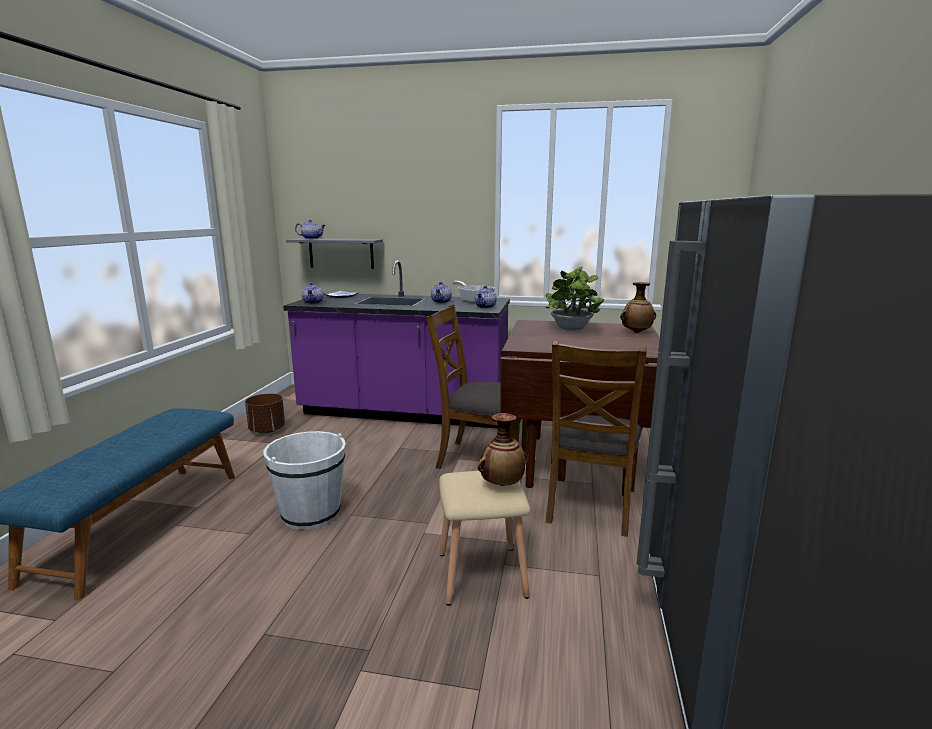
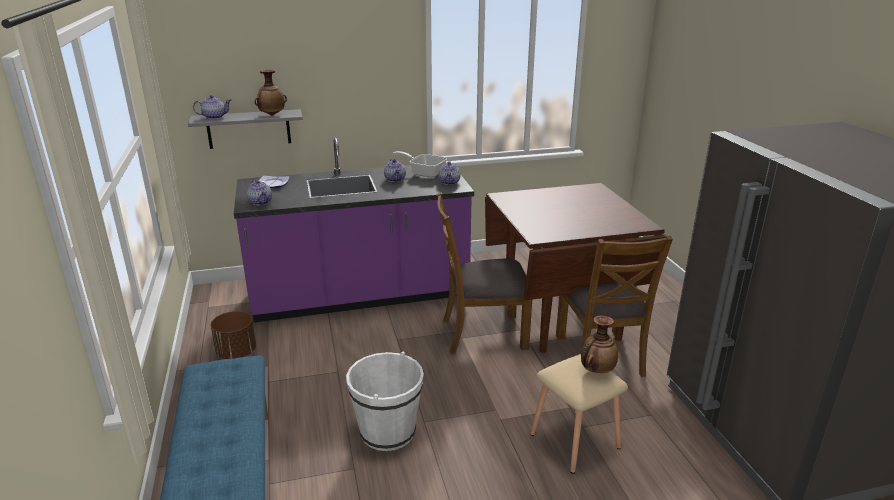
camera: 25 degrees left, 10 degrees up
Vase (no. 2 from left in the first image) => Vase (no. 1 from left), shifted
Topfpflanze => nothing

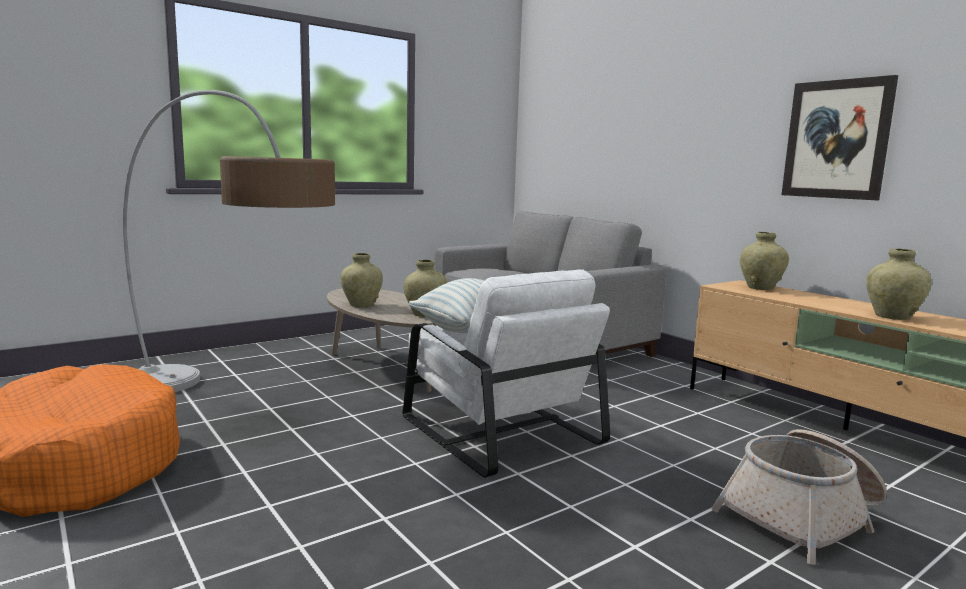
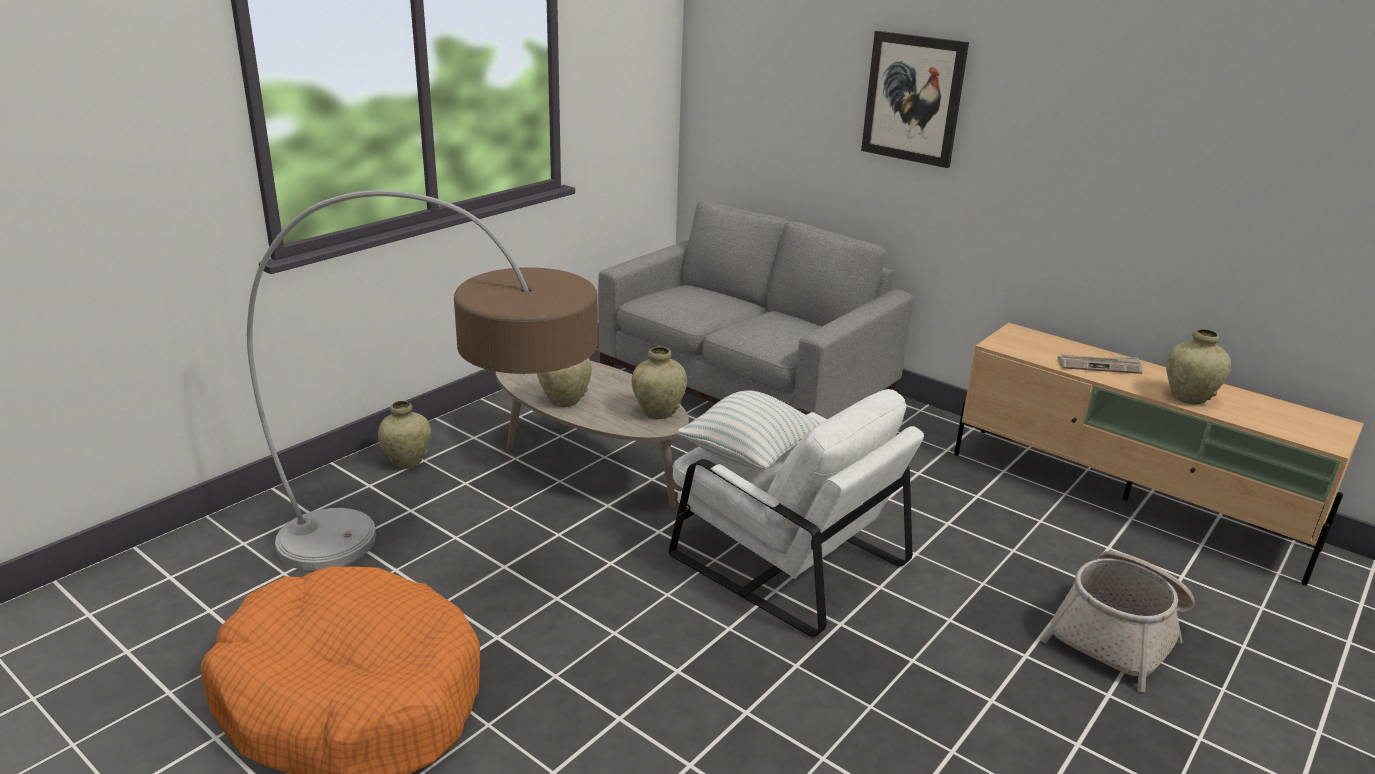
camera: 15 degrees left, 15 degrees up
Vase (beige) (no. 3 from left in the first image) => Vase (beige) (no. 1 from left), shifted
Bild, shifted
nothing => Zeitung

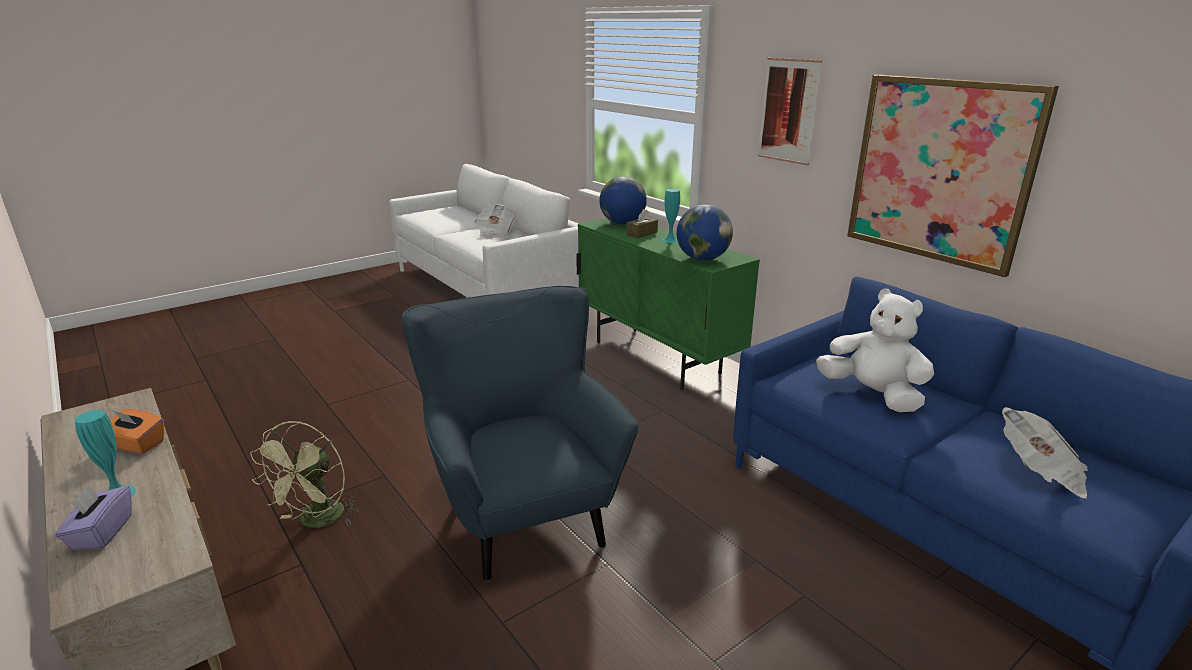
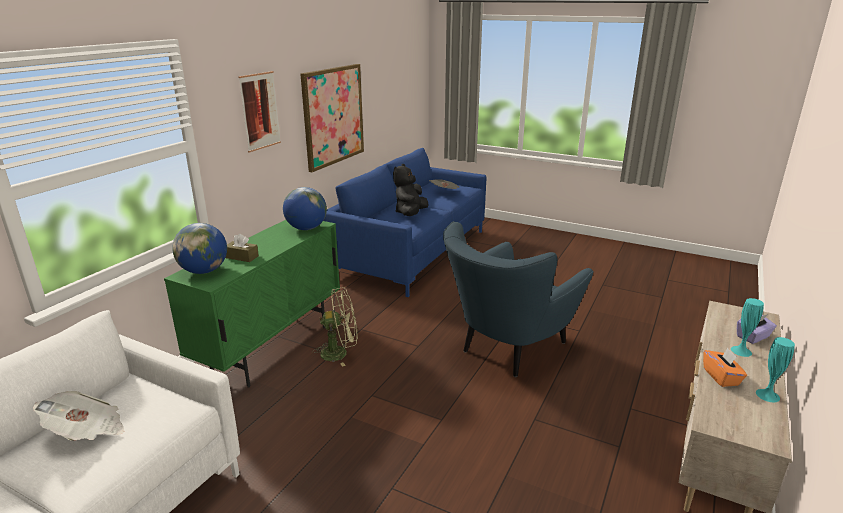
camera: 115 degrees left, 0 degrees up
Ventilator (grün), shifted
Plüschtier (weiß) => Plüschtier (schwarz)
Vase (türkis) (no. 2 from left), shifted

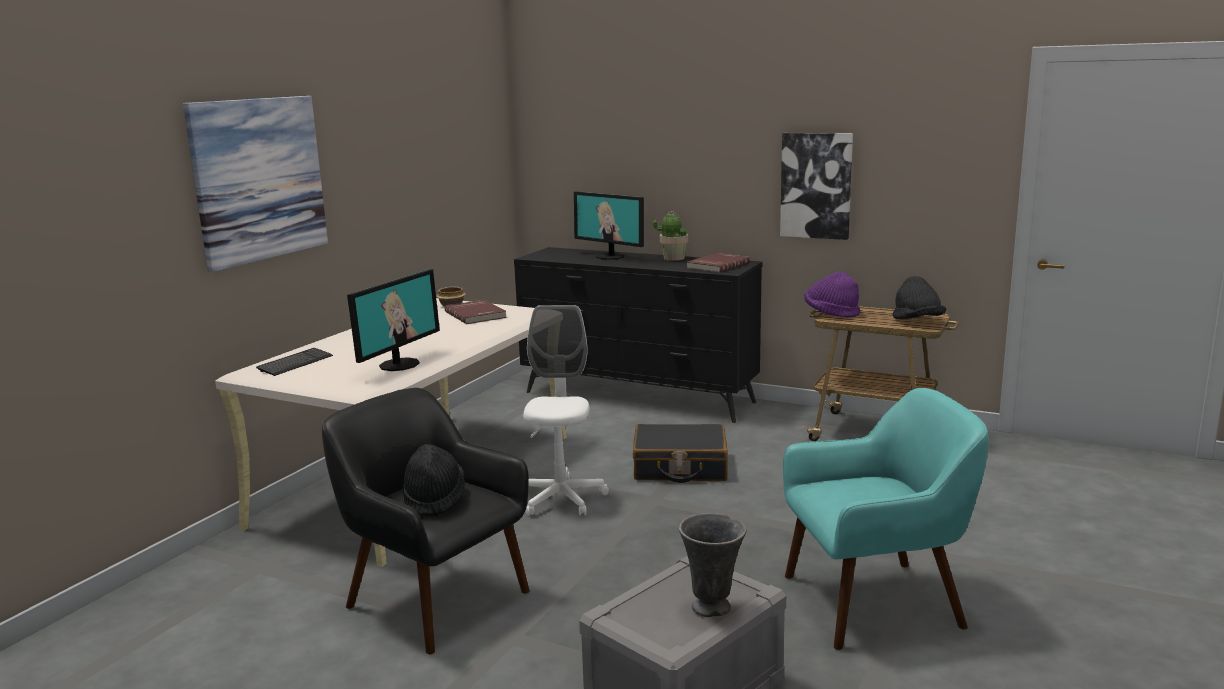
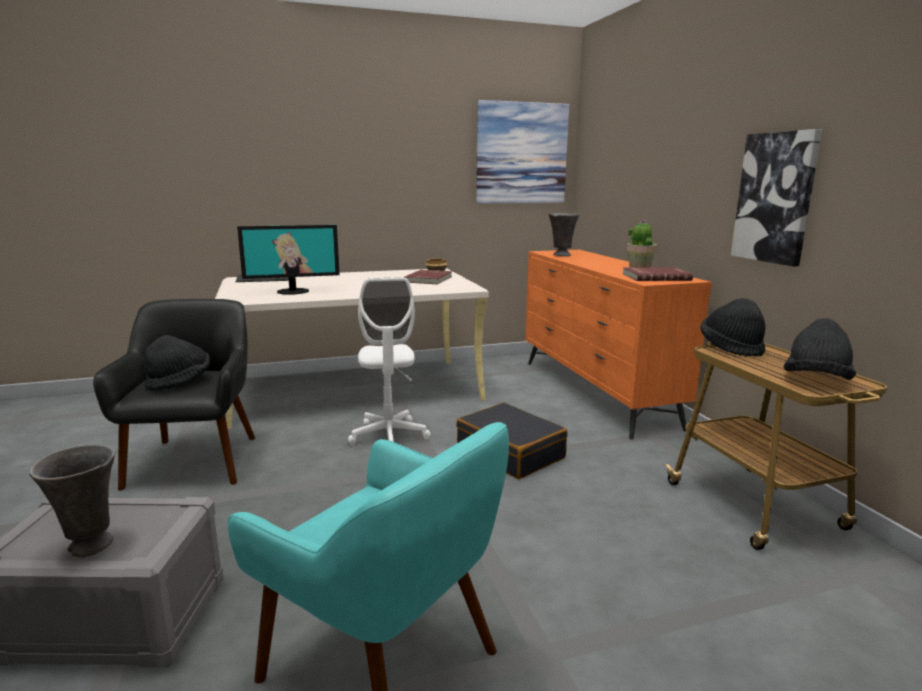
camera: 45 degrees right, 0 degrees up
Bürostuhl (weiß), 120 degrees clockwise
Bild (no. 1 from left), shifted
Kommode (schwarz) => Kommode (orange)
nothing => Vase (grau) (no. 2 from left)
Hut (lila) => Hut (schwarz) (no. 2 from left)
Monitor (no. 2 from left) => nothing

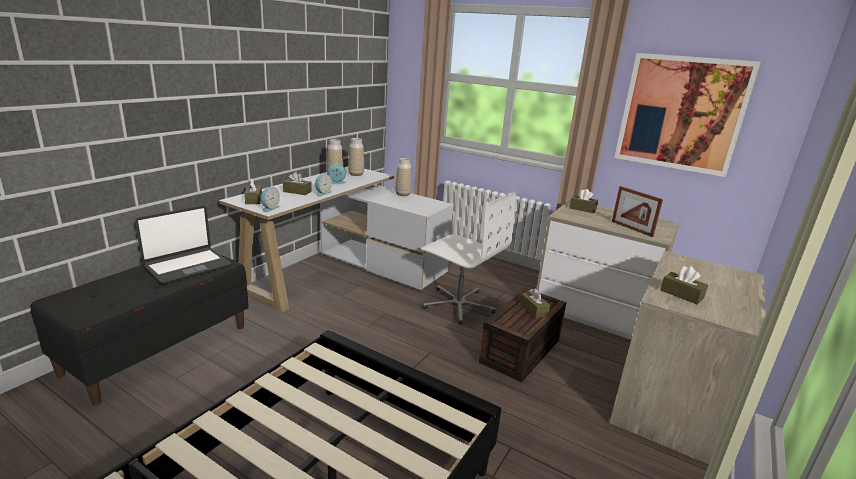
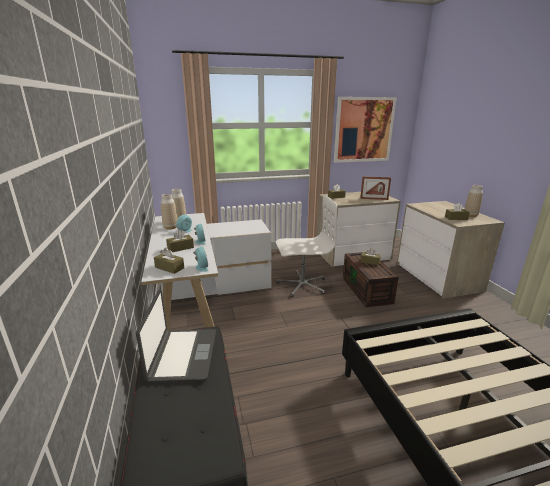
camera: 45 degrees left, 0 degrees up
Vase (no. 3 from left), shifted

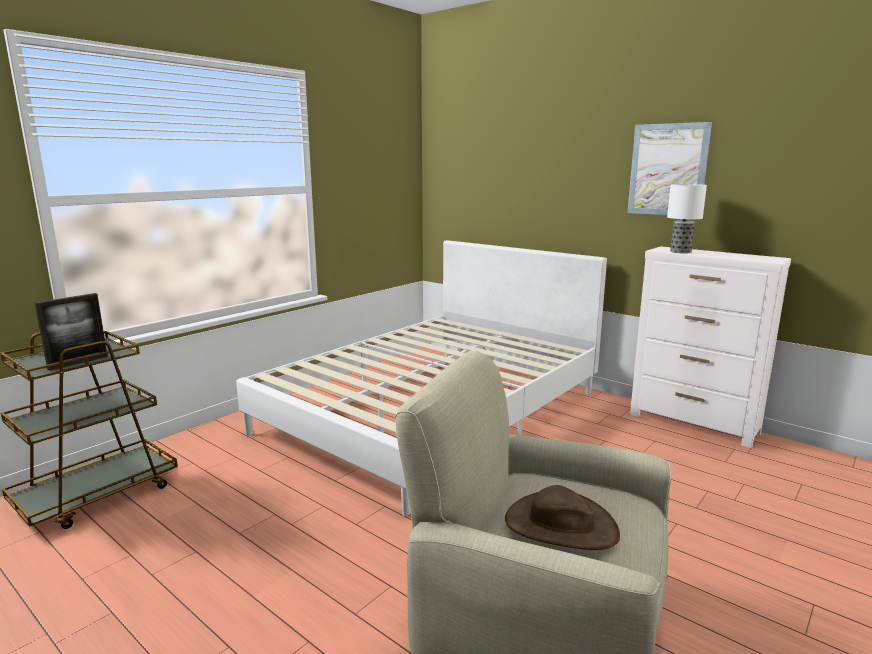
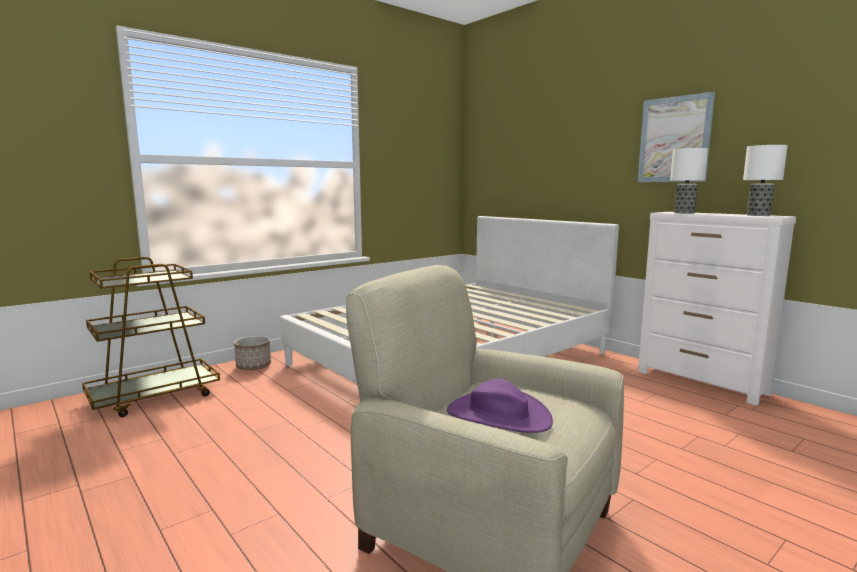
camera: 10 degrees right, 5 degrees down
nothing => Pflanzkübel
Hut (braun) => Hut (lila)
nothing => Tischlampe (no. 2 from left)
Bilderrahmen => nothing

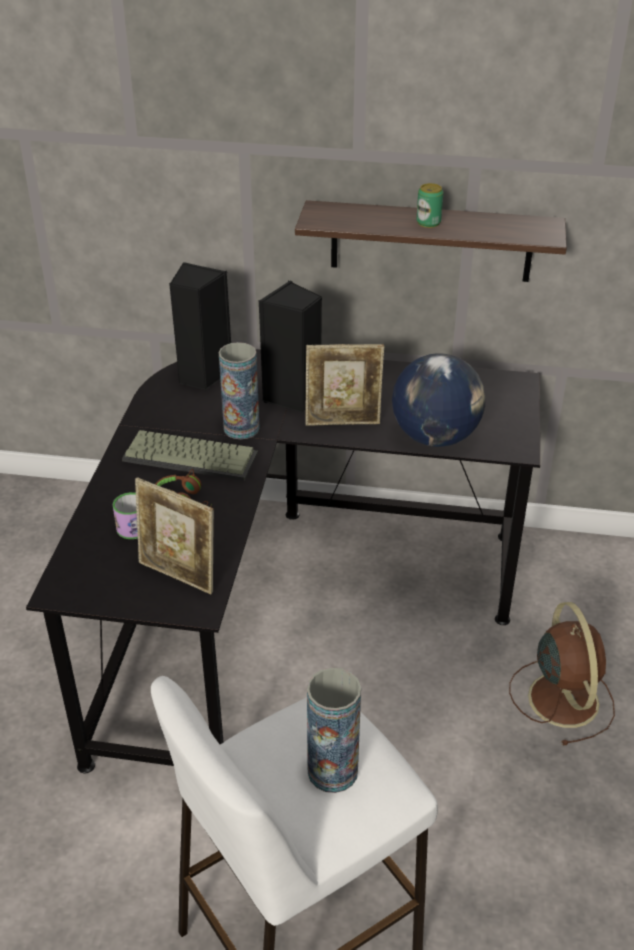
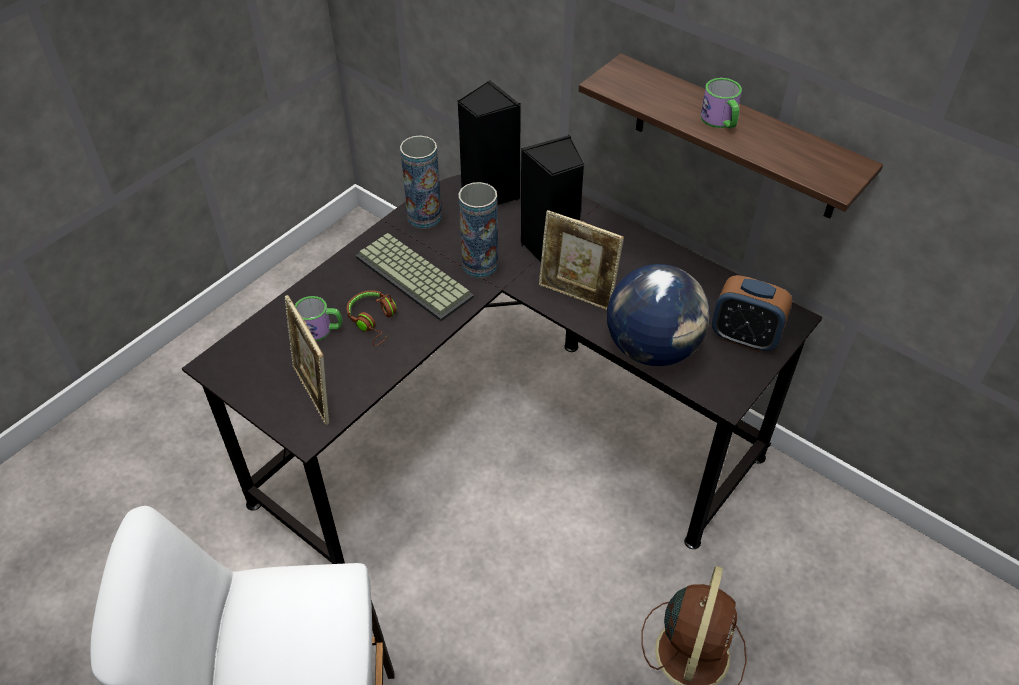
camera: 30 degrees right, 10 degrees up
Vase (no. 2 from left in the first image) => Vase (no. 1 from left), shifted
Dose => Henkelbecher (no. 2 from left)
nothing => Wecker

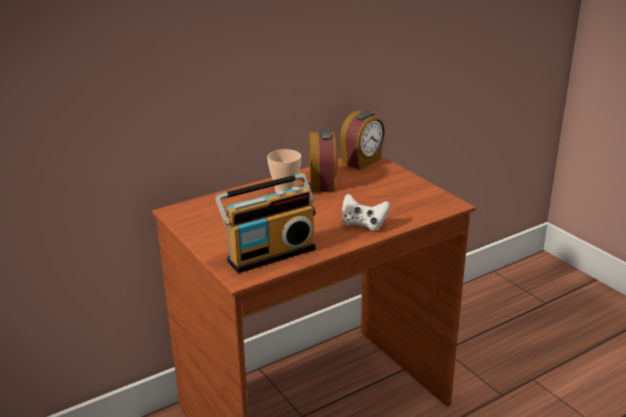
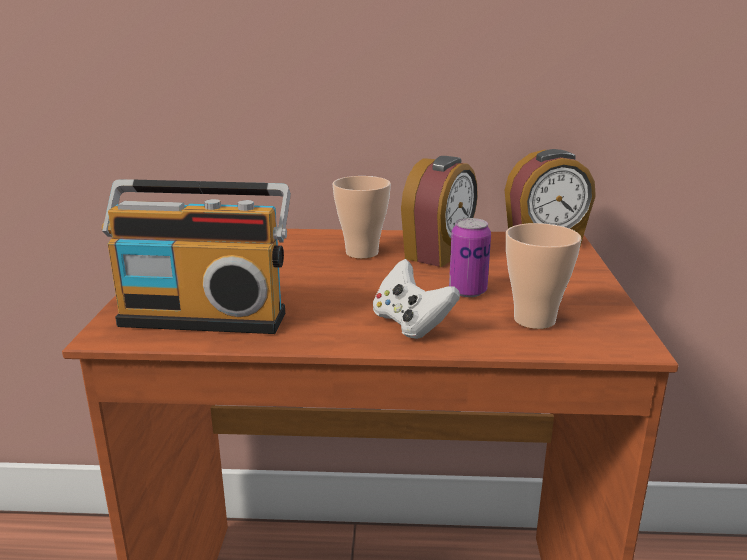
camera: 35 degrees right, 5 degrees down
nothing => Dose
nothing => Tasse (no. 2 from left)

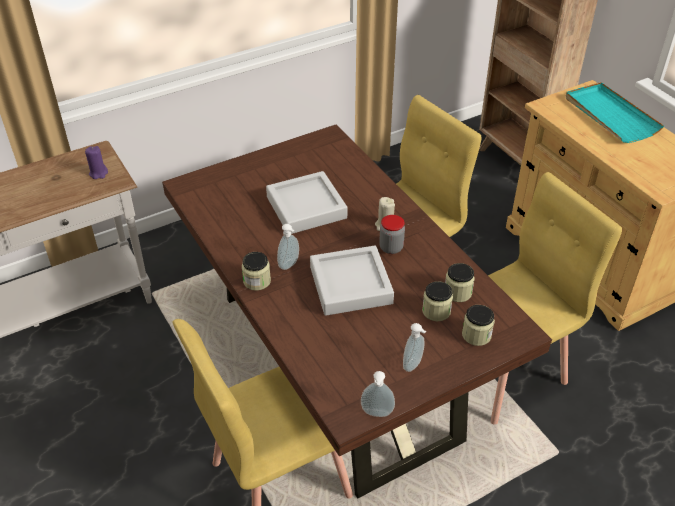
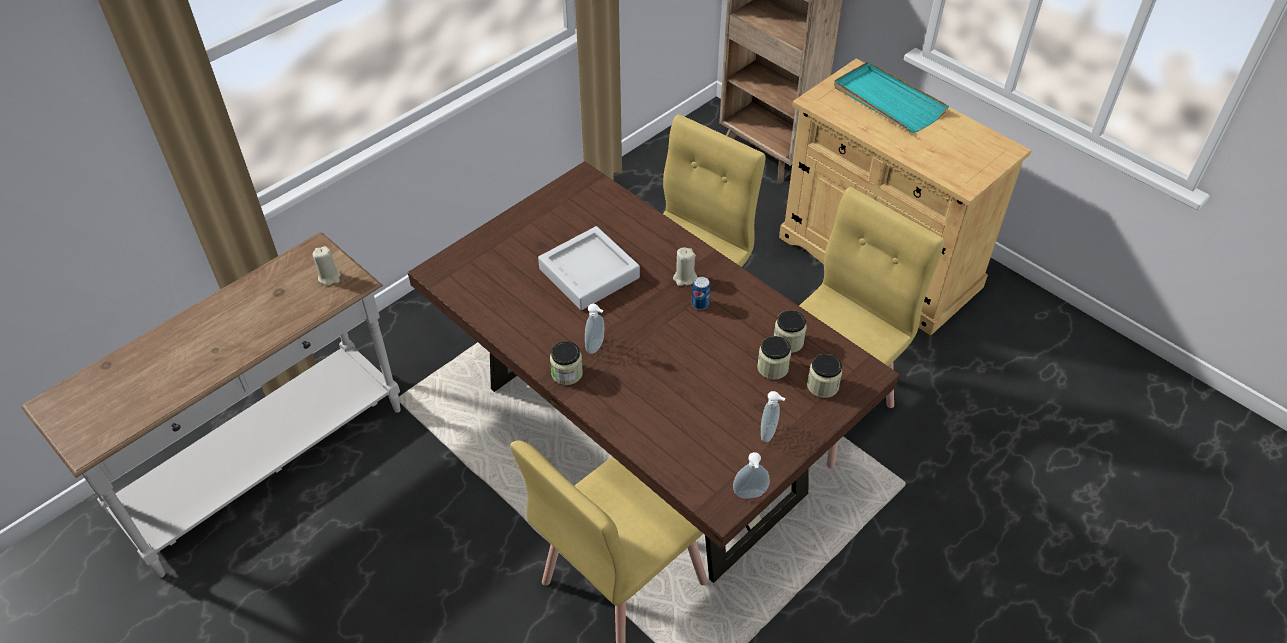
camera: 15 degrees left, 5 degrees up
Kerze (lila) => Kerze (beige) (no. 1 from left)
Vorratsglas (no. 2 from left) => Dose
Tablett (grau) (no. 2 from left) => nothing

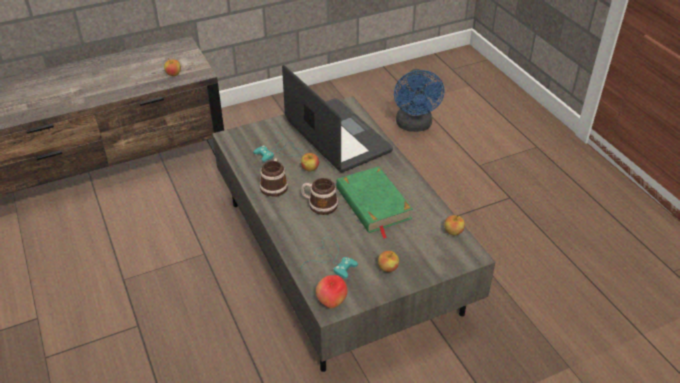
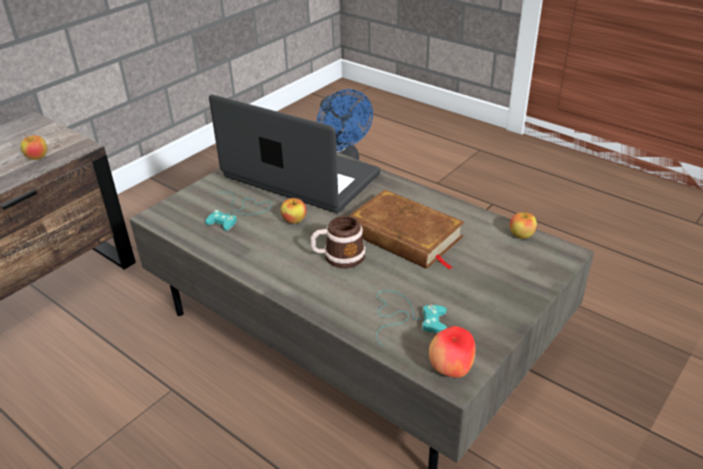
camera: 25 degrees left, 5 degrees down
Buch (grün) => Buch (braun)
Henkelbecher (no. 1 from left) => nothing
Apfel (no. 4 from left) => nothing

